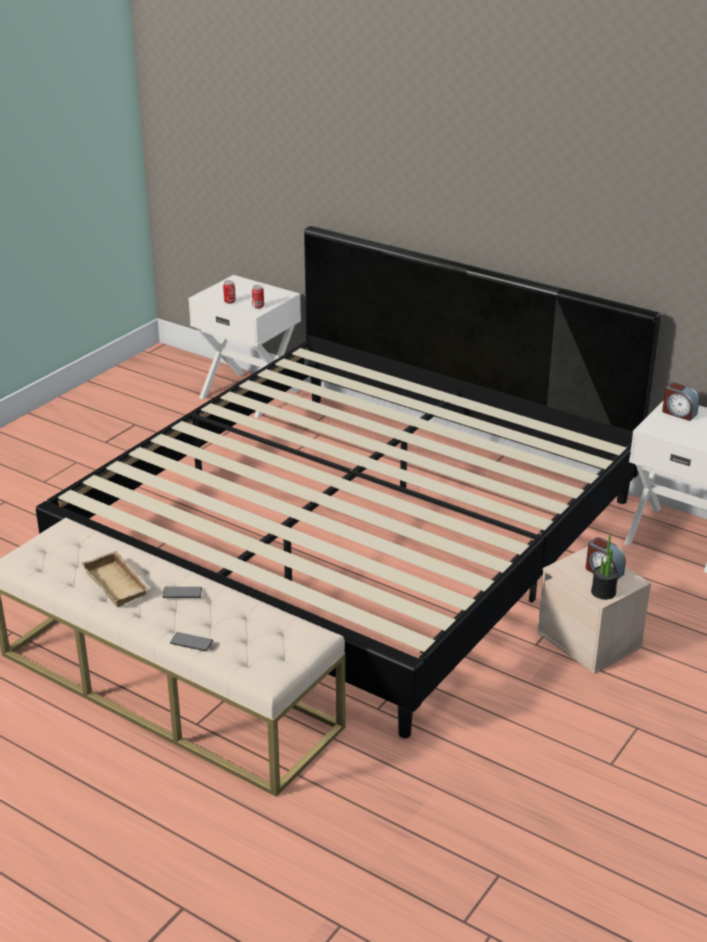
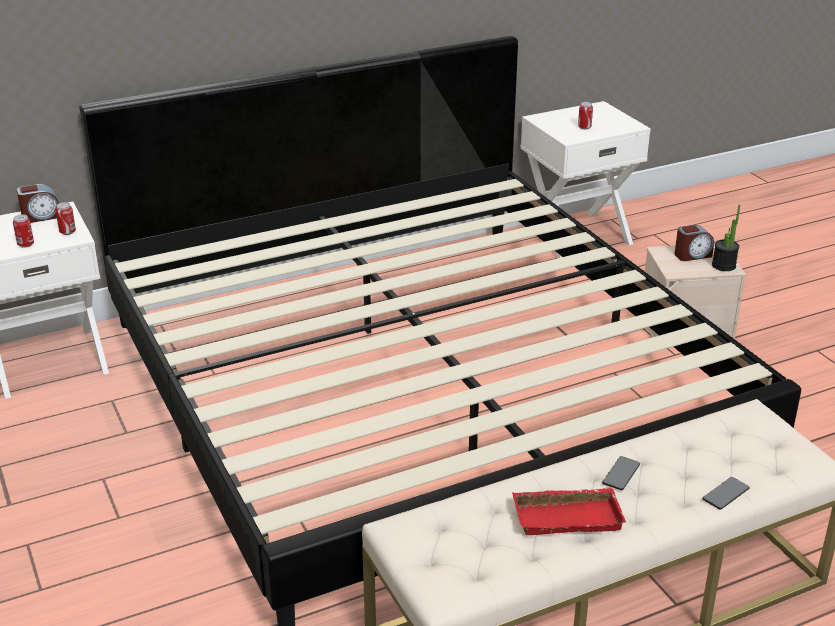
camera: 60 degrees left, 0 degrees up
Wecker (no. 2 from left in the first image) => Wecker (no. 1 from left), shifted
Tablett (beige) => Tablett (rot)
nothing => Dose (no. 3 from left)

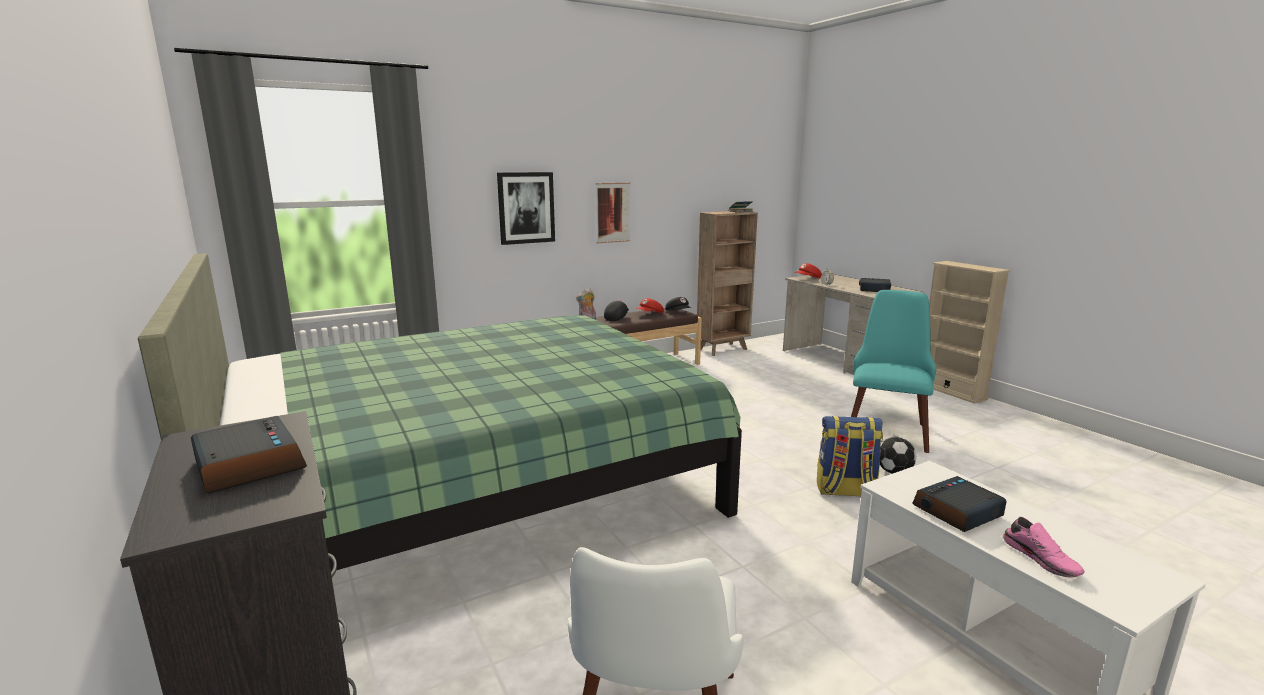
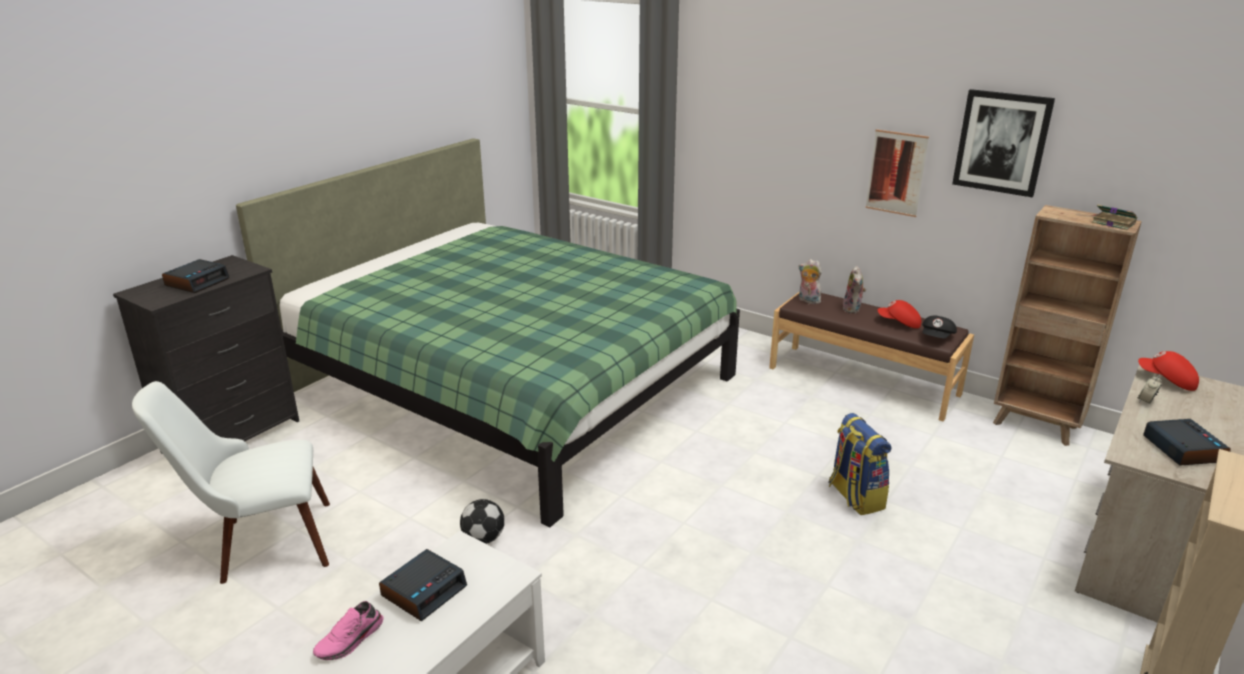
camera: 65 degrees right, 10 degrees up
Wecker (no. 4 from left in the first image) => Wecker (no. 2 from left), 90 degrees clockwise
Fußball, shifted
Rucksack, shifted
Kappe (schwarz) (no. 1 from left) => Plüschtier (no. 2 from left)
Bild (no. 1 from left in the first image) => Bild (no. 2 from left), shifted
Stuhl (türkis) => nothing

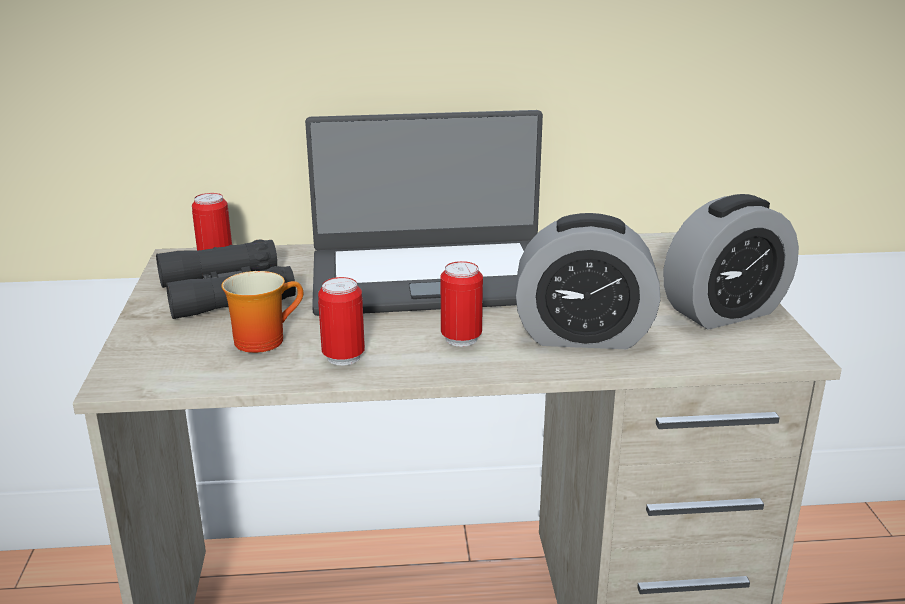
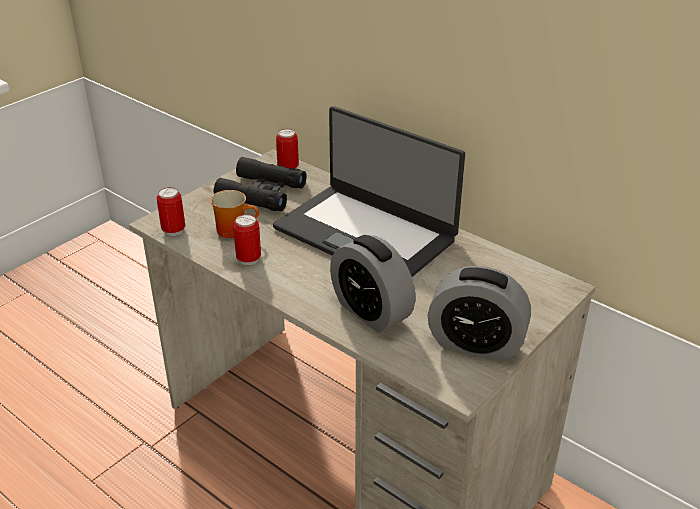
camera: 45 degrees right, 10 degrees up
Dose (no. 3 from left in the first image) => Dose (no. 1 from left), shifted

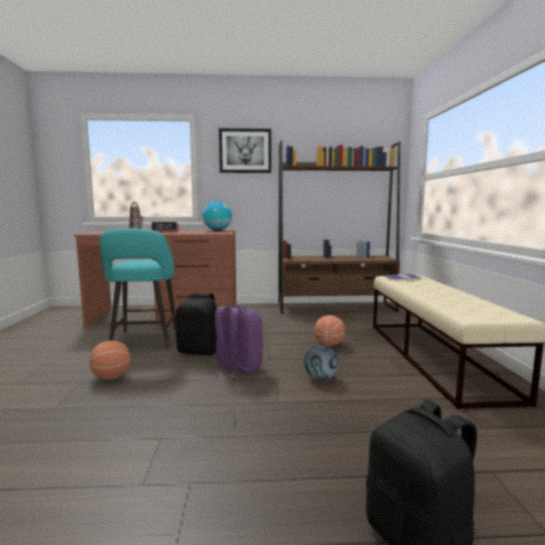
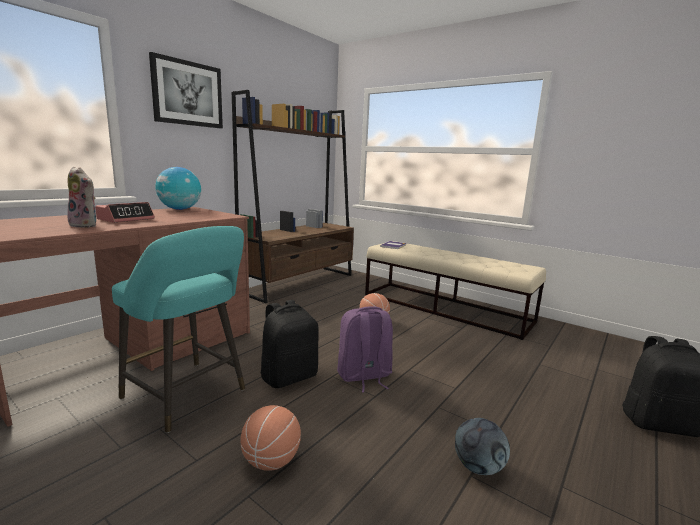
camera: 50 degrees left, 5 degrees up
Fußball, shifted

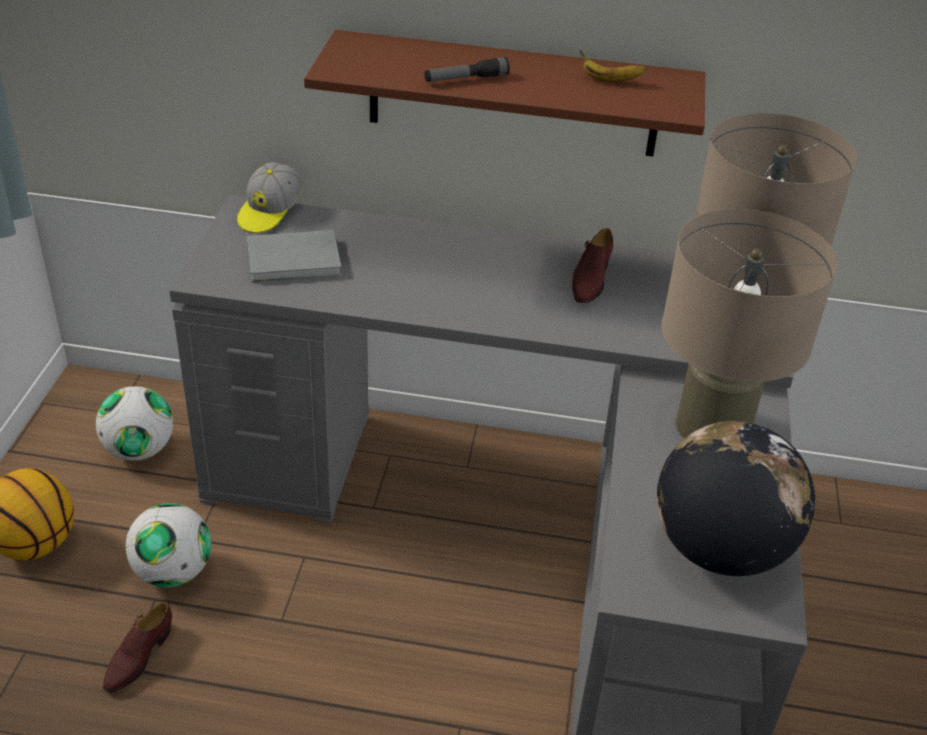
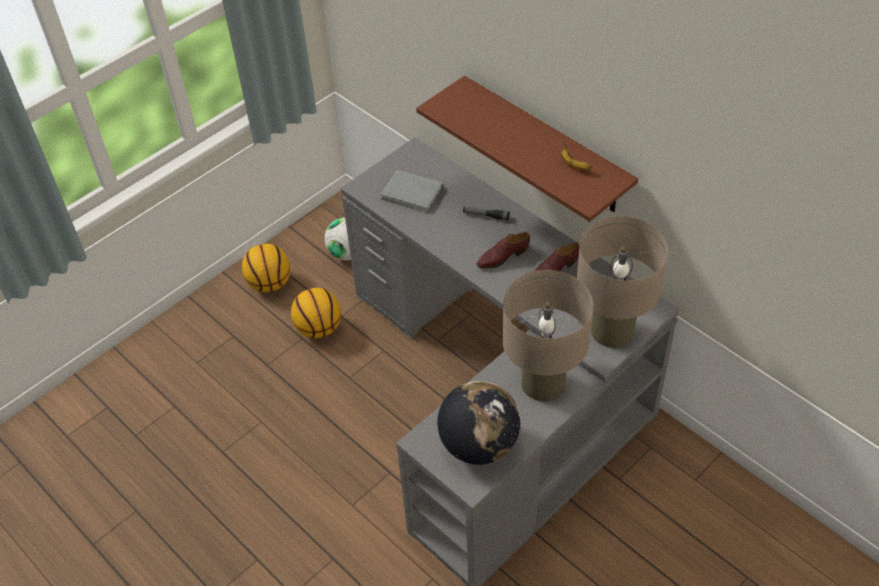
camera: 40 degrees right, 10 degrees up
Fußball (no. 2 from left) => Basketball (no. 2 from left)
Taschenlampe, shifted
Schuh (braun) (no. 1 from left), shifted
Kappe => nothing

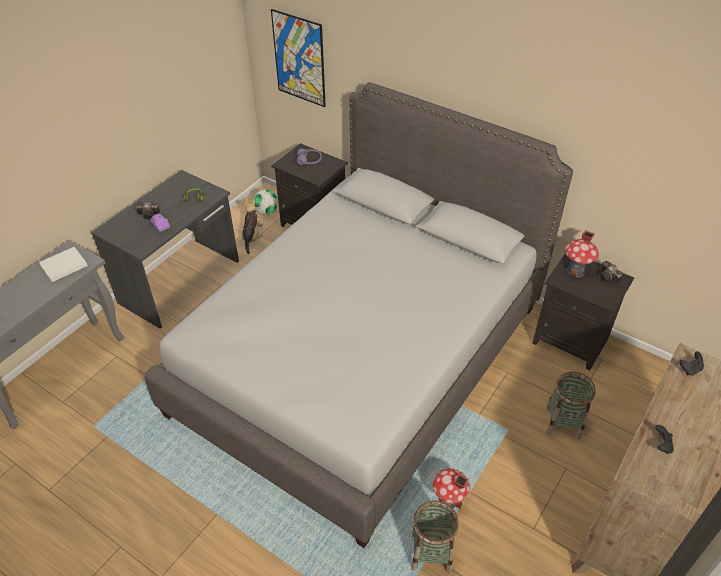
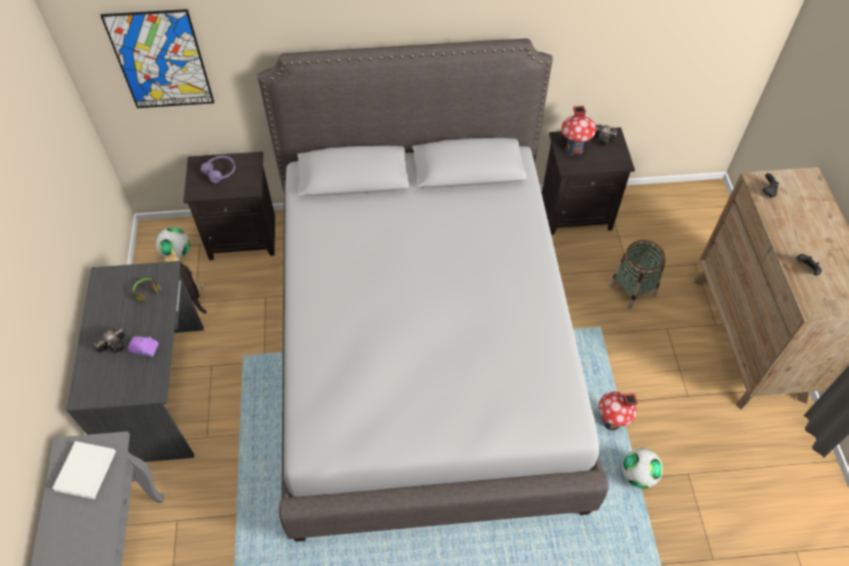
camera: 40 degrees left, 10 degrees up
Korb (no. 1 from left) => Fußball (no. 2 from left)

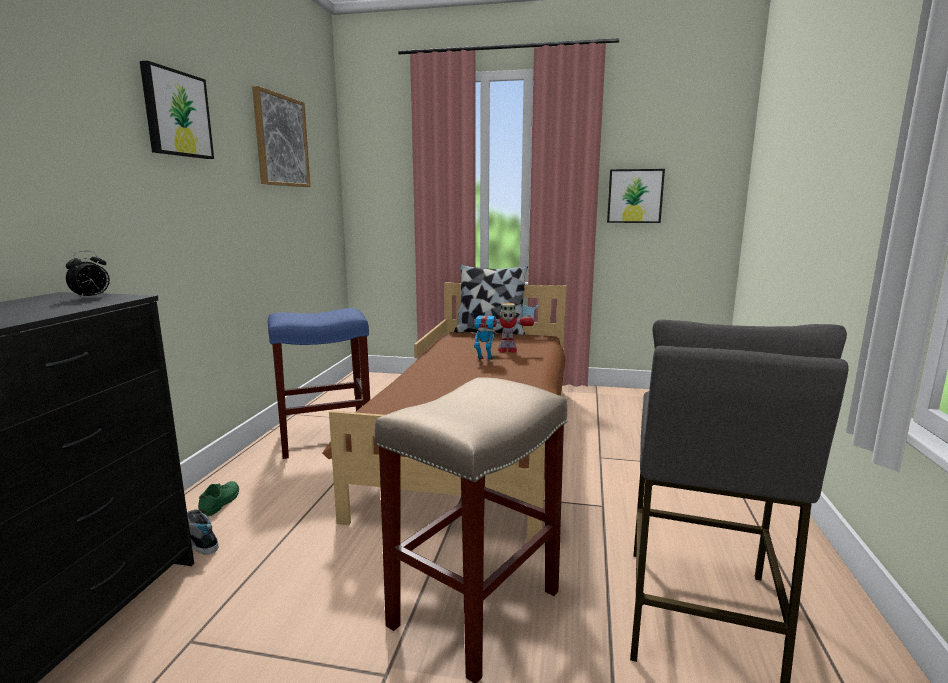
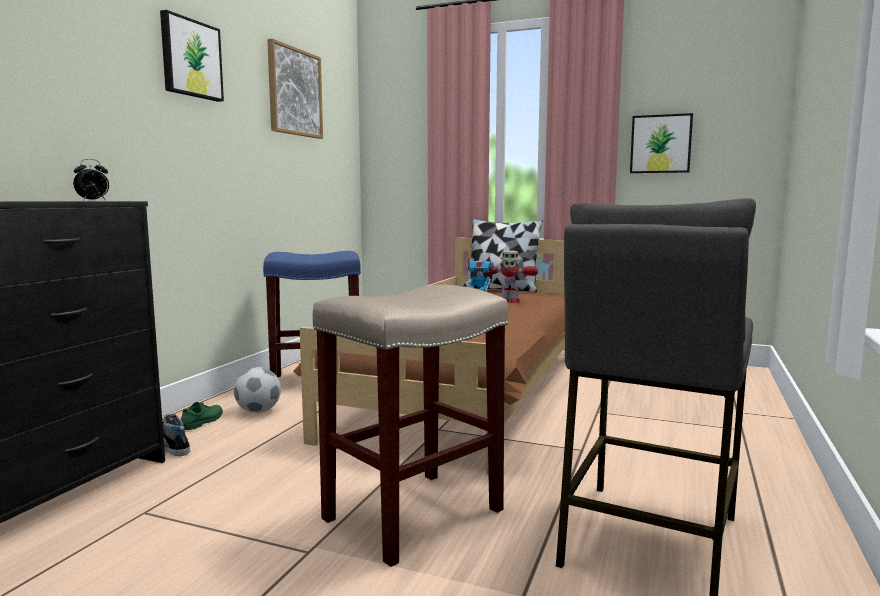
camera: 10 degrees right, 5 degrees down
nothing => Fußball

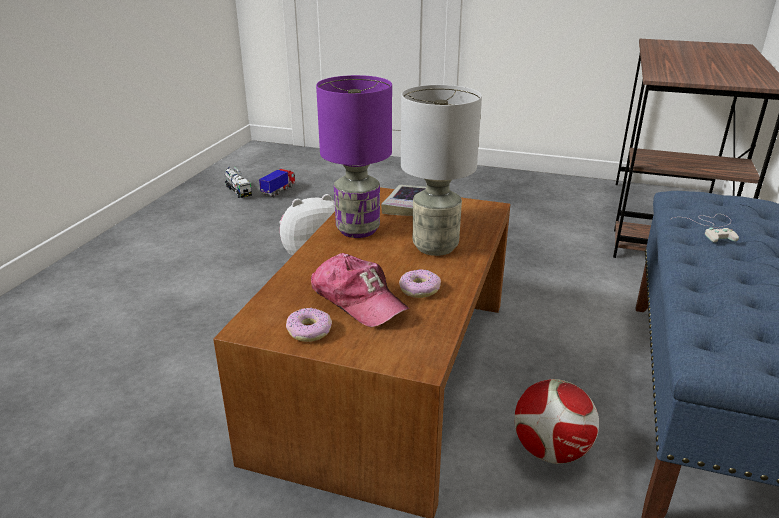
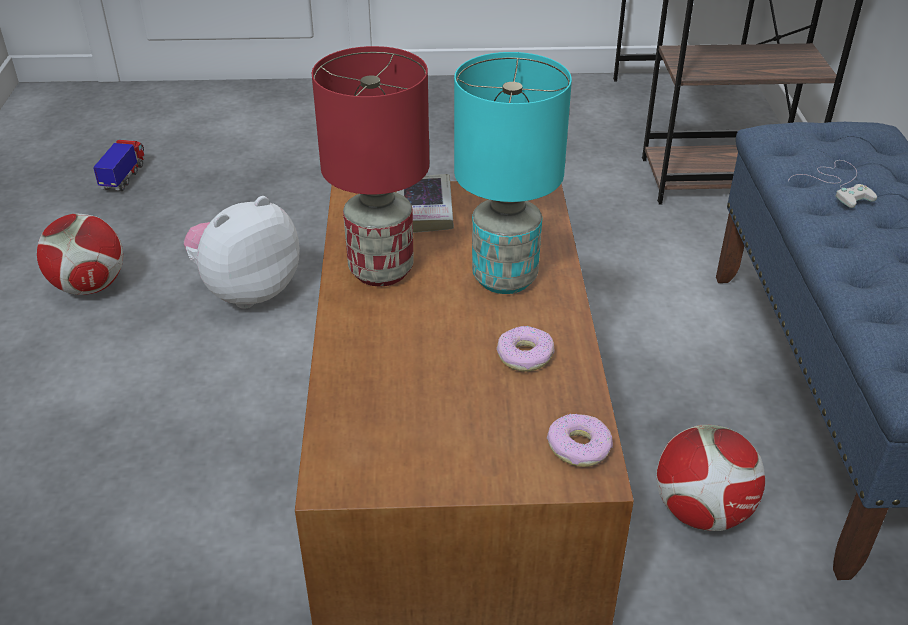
camera: 20 degrees left, 10 degrees up
nothing => Fußball (no. 1 from left)
Tischlampe (lila) => Tischlampe (rot)
Tischlampe (grau) => Tischlampe (türkis)
Donut (no. 1 from left in the first image) => Donut (no. 2 from left), shifted
Spielzeuglaster (no. 1 from left) => nothing
Kappe => nothing

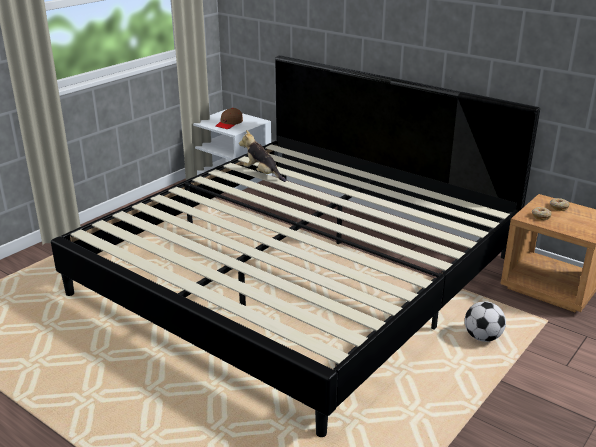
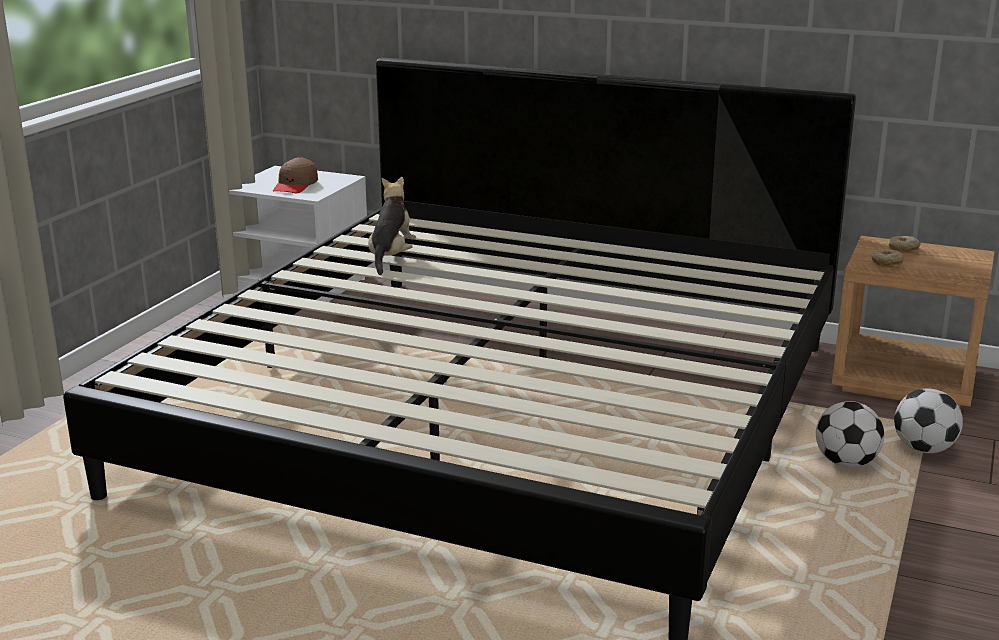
camera: 15 degrees left, 5 degrees down
Plüschtier, 75 degrees clockwise
nothing => Fußball (no. 2 from left)

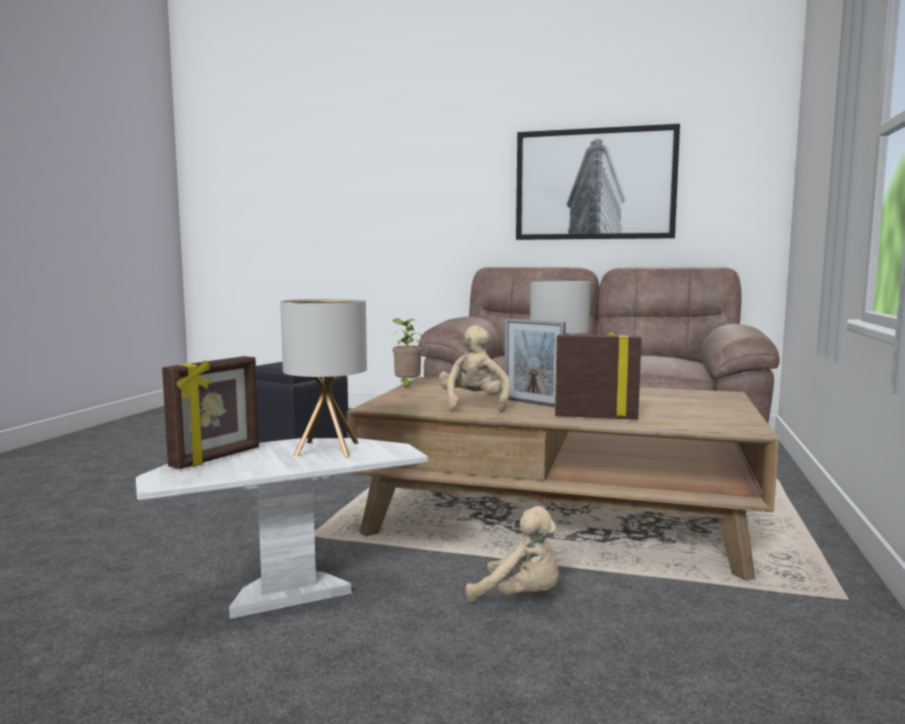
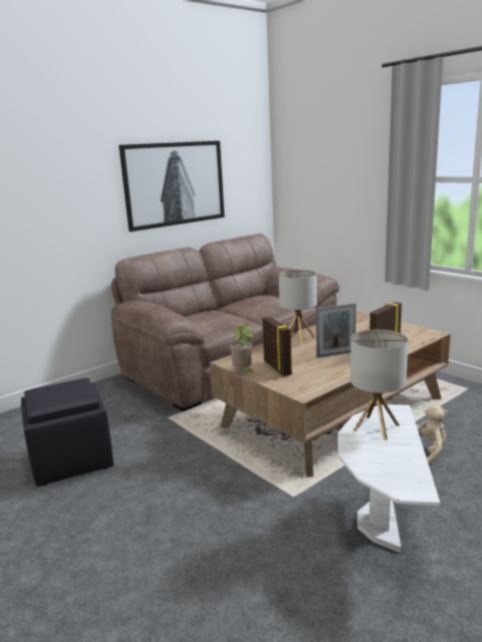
camera: 55 degrees left, 10 degrees up
Bilderrahmen (no. 1 from left), shifted
Plüschtier (beige) (no. 1 from left) => nothing

